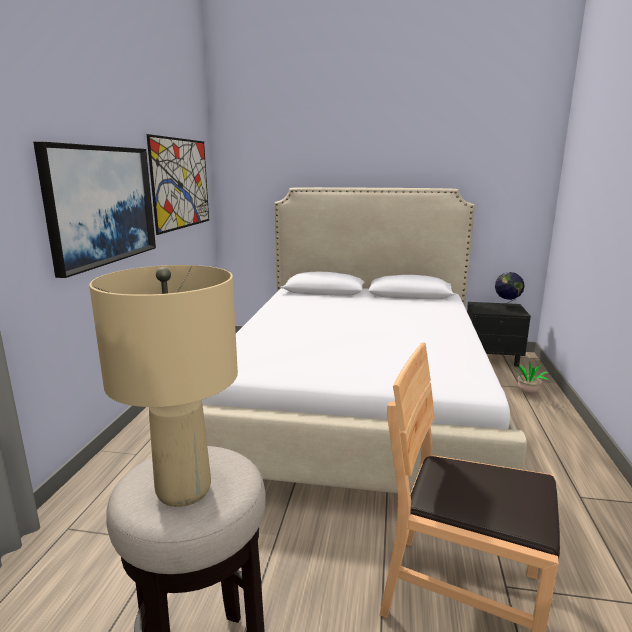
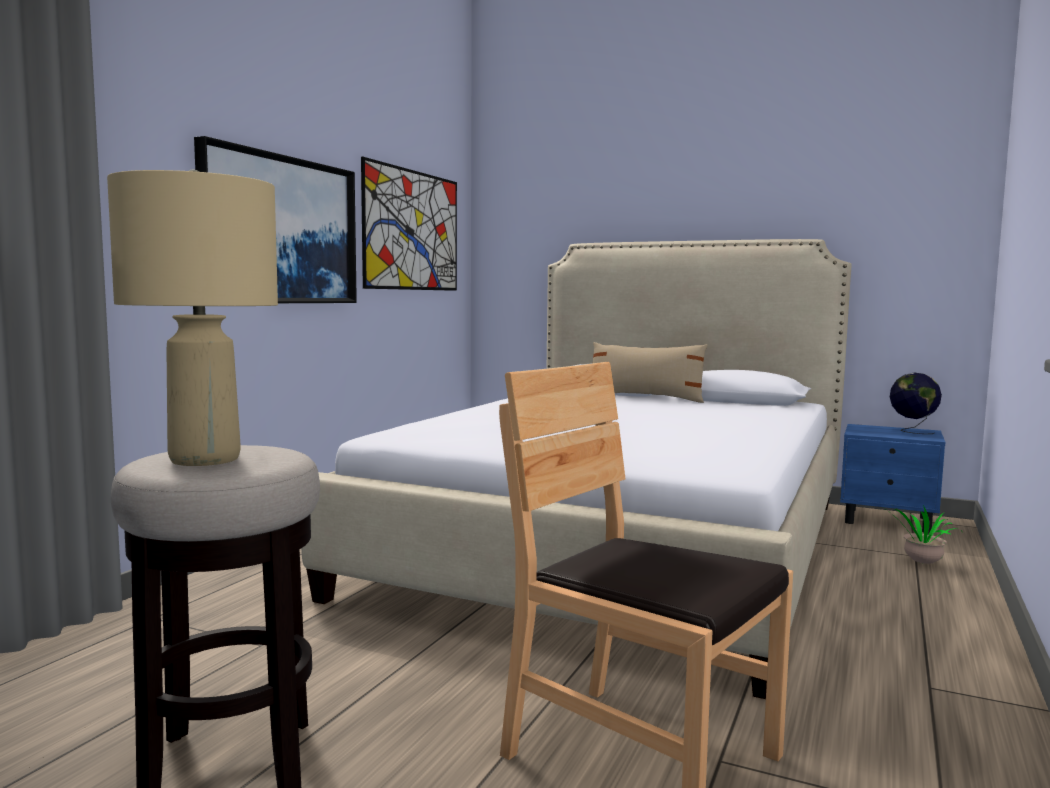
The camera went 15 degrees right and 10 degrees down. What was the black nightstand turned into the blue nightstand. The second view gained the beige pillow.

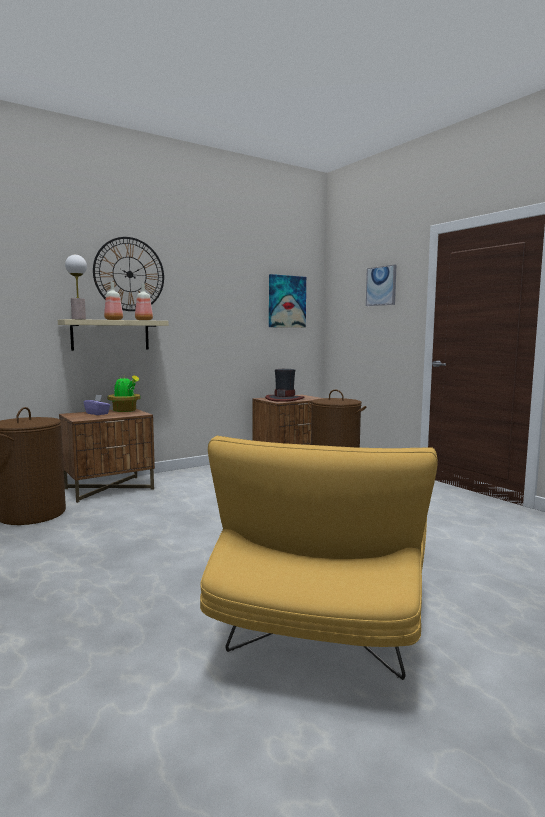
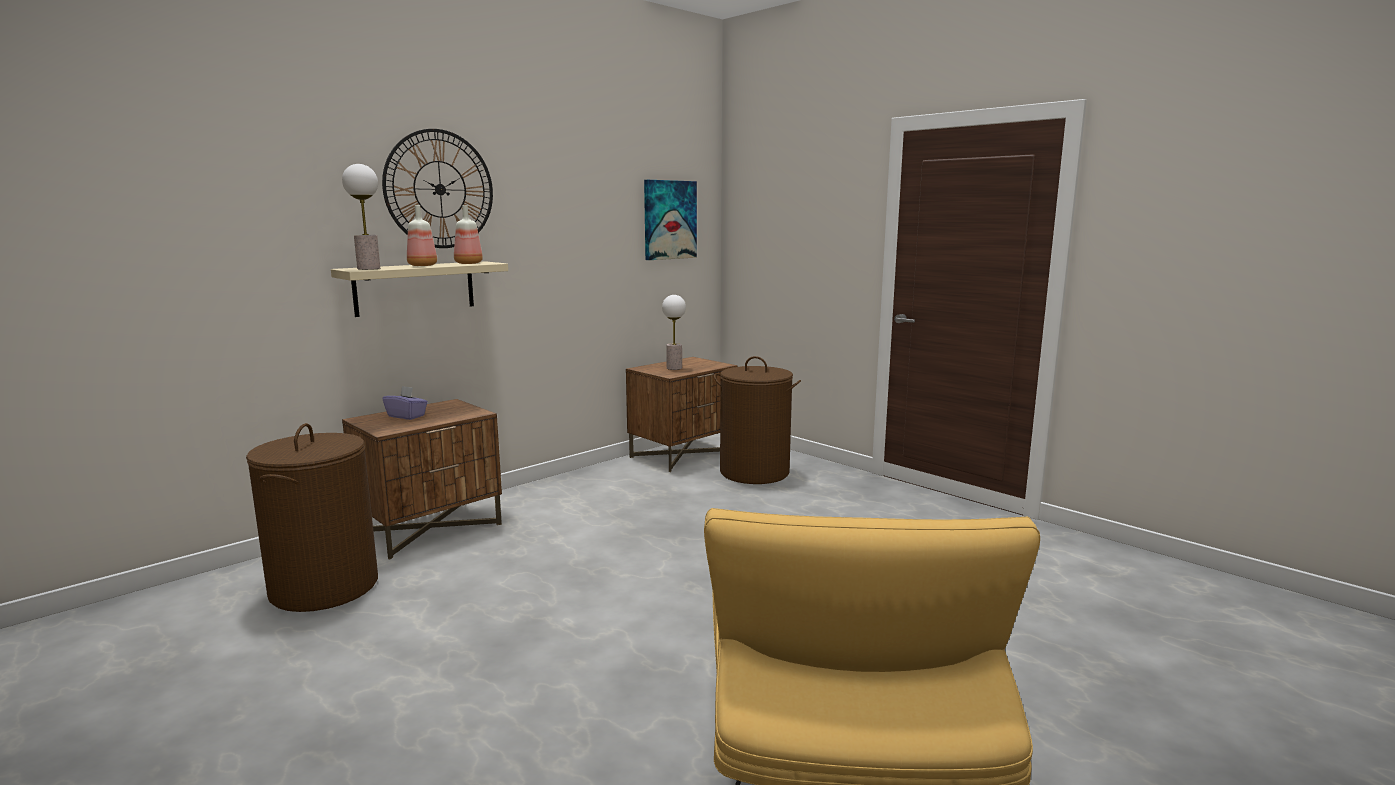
The camera went 10 degrees left and 5 degrees up. The second view lost the picture (no. 2 from left). Where the hat stood, the table lamp (no. 2 from left) came to stand. The second view lost the potted plant.

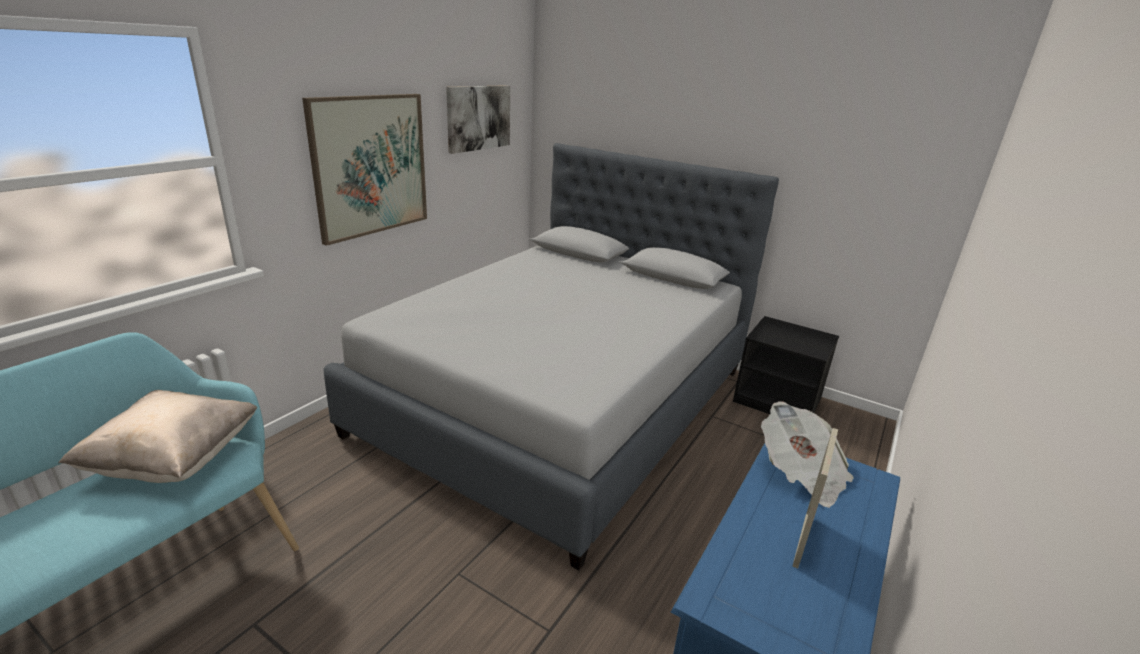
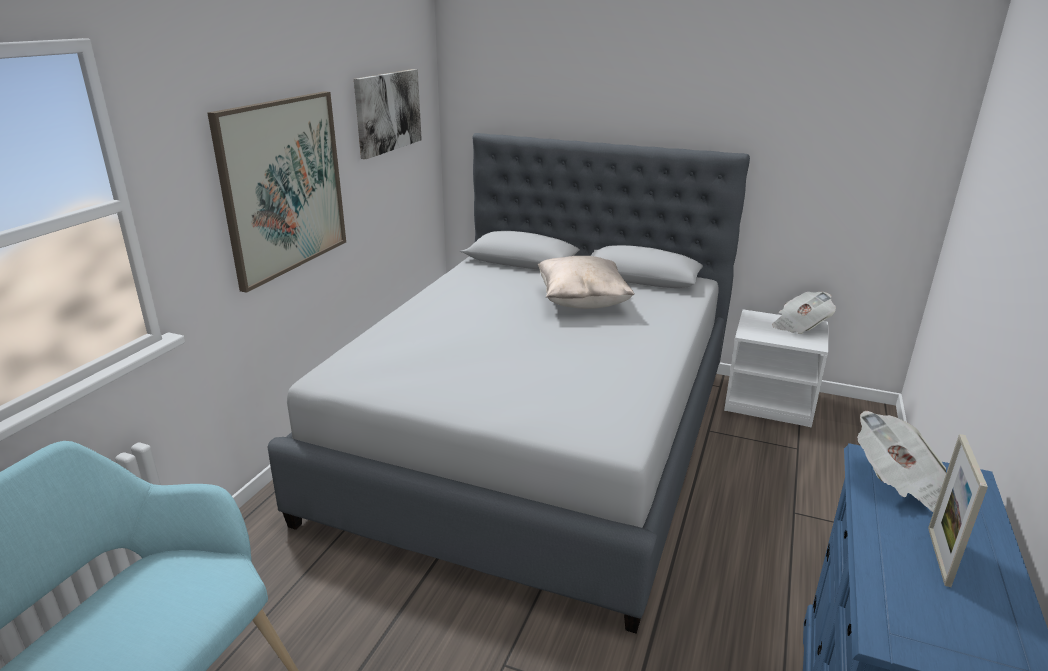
The camera went 10 degrees left and 0 degrees up. What was the black nightstand turned into the white nightstand. The beige pillow ended up elsewhere. The second view gained the newspaper (no. 1 from left).

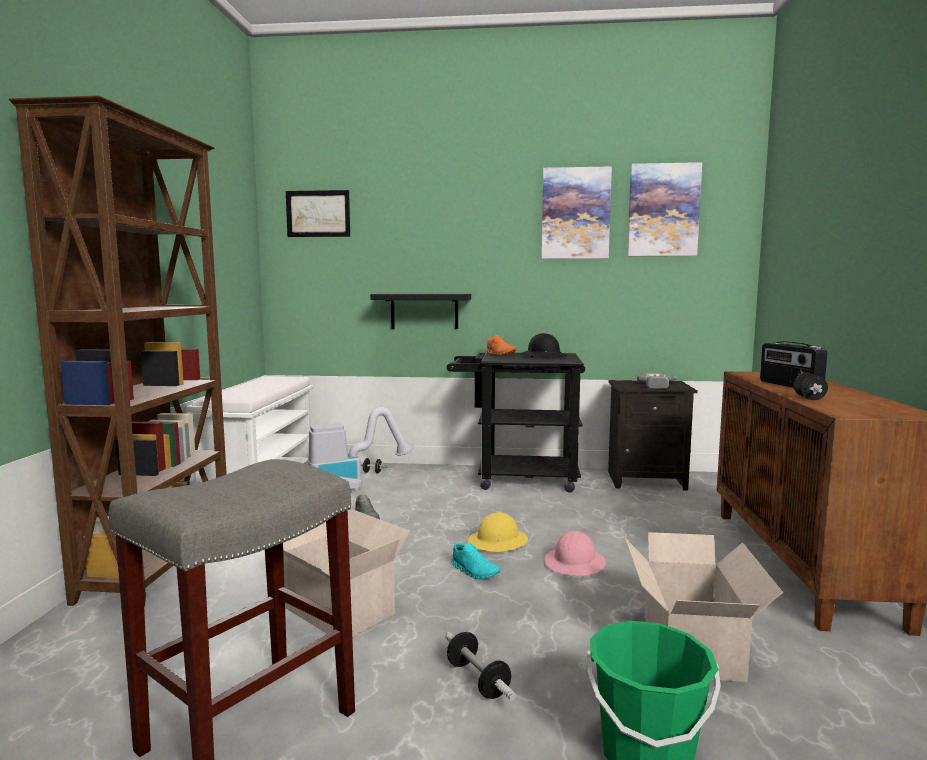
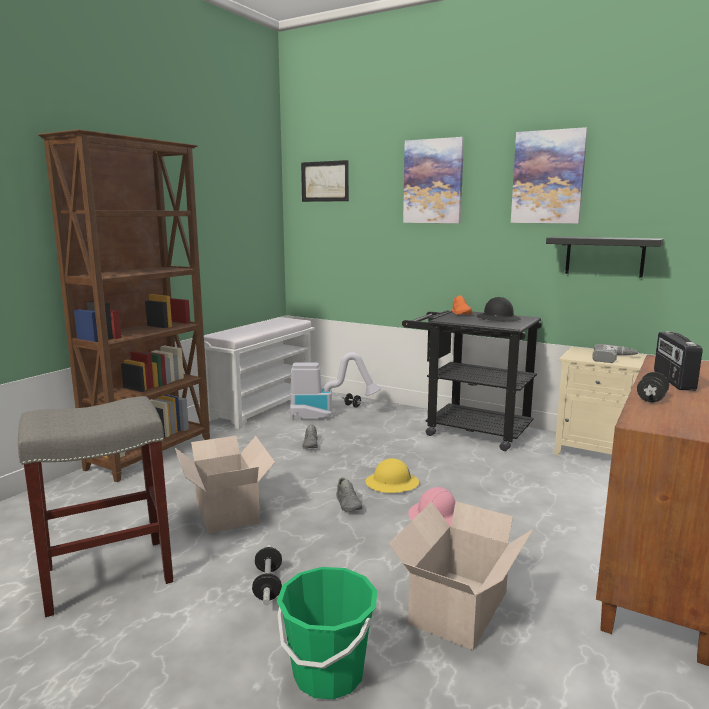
The camera went 25 degrees right and 5 degrees up. The picture (no. 3 from left in the first image) ended up elsewhere. The black shelf ended up elsewhere. What was the black nightstand turned into the beige nightstand. What was the turquoise shoe turned into the grey shoe (no. 2 from left).

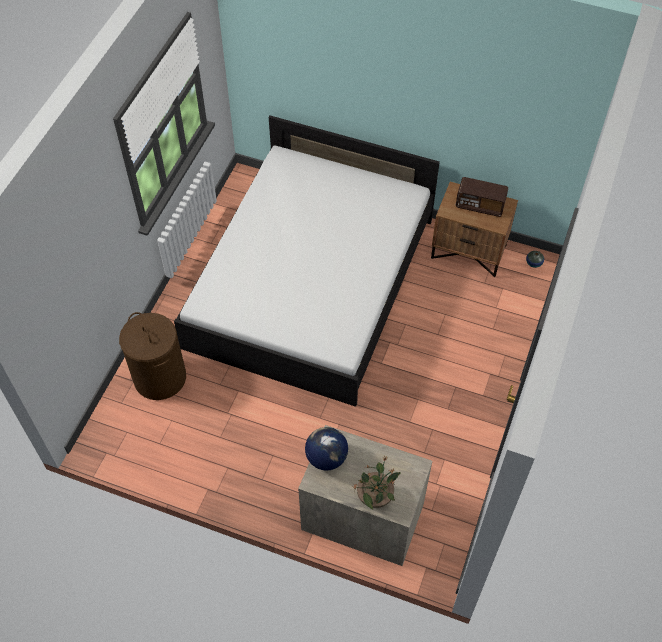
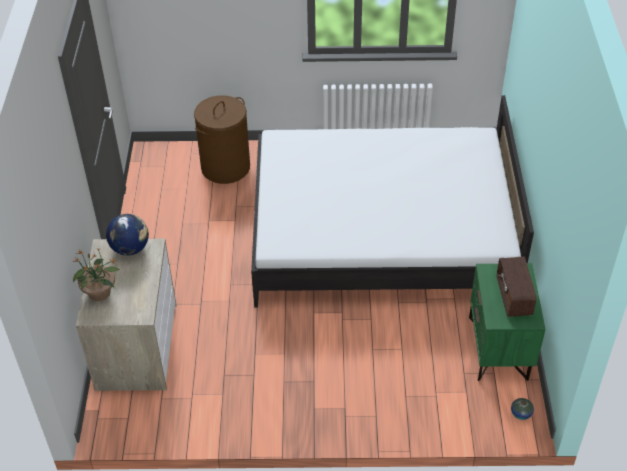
The camera went 70 degrees right and 10 degrees down. What was the brown nightstand turned into the green nightstand.

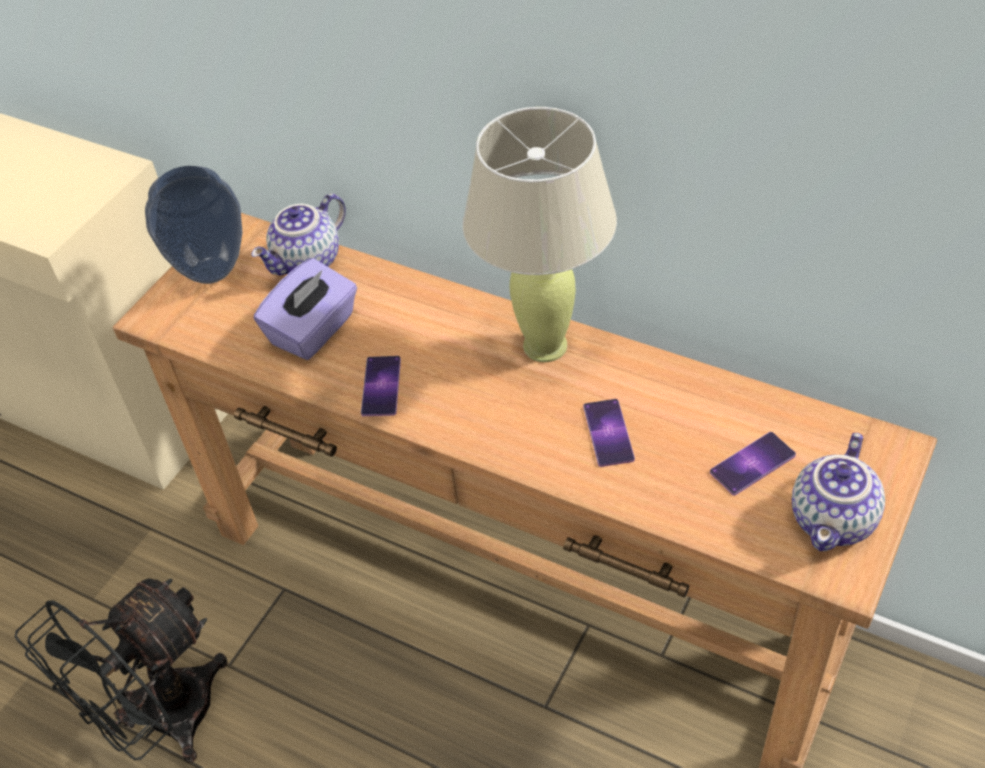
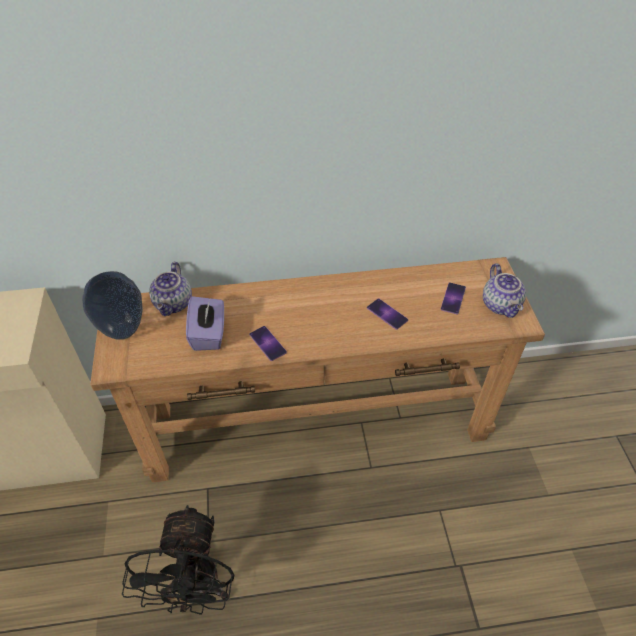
The camera went 40 degrees left and 0 degrees up. The second view lost the beige table lamp.

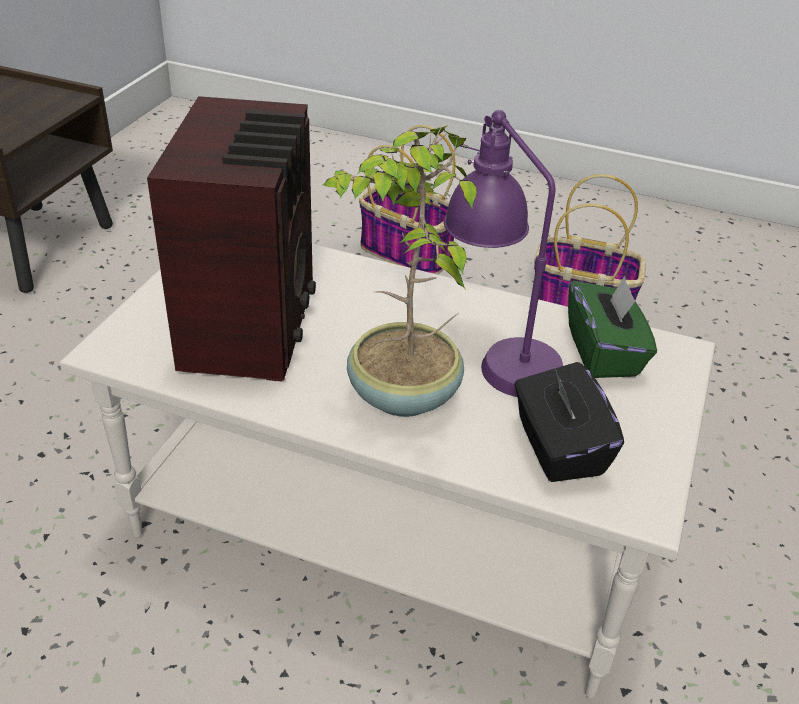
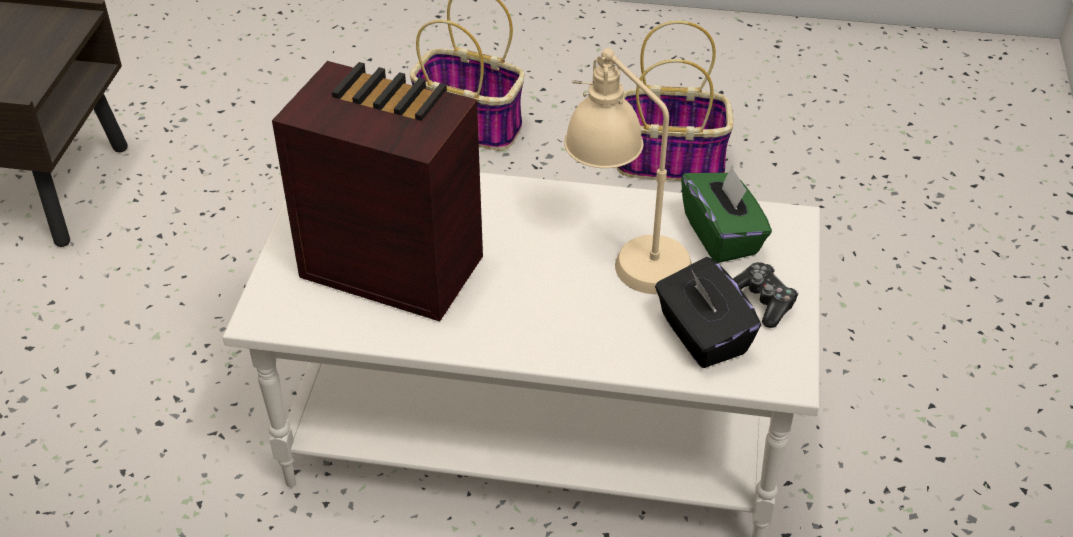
The camera went 10 degrees left and 5 degrees up. The radio ended up facing another way, 60 degrees counterclockwise from before. What was the purple table lamp turned into the beige table lamp. The second view lost the potted plant. The second view gained the game controller.

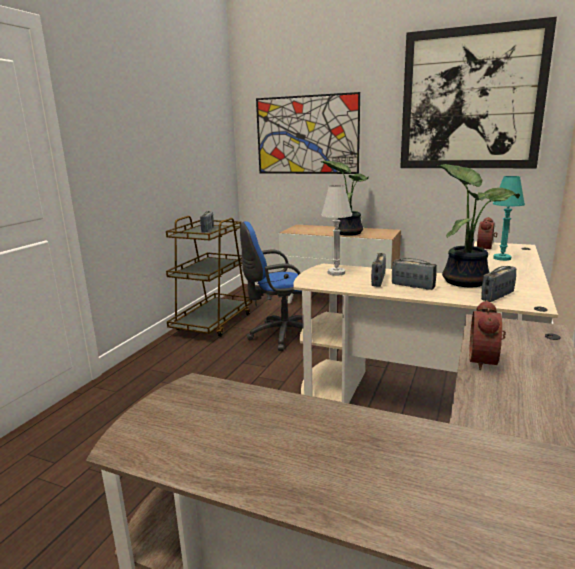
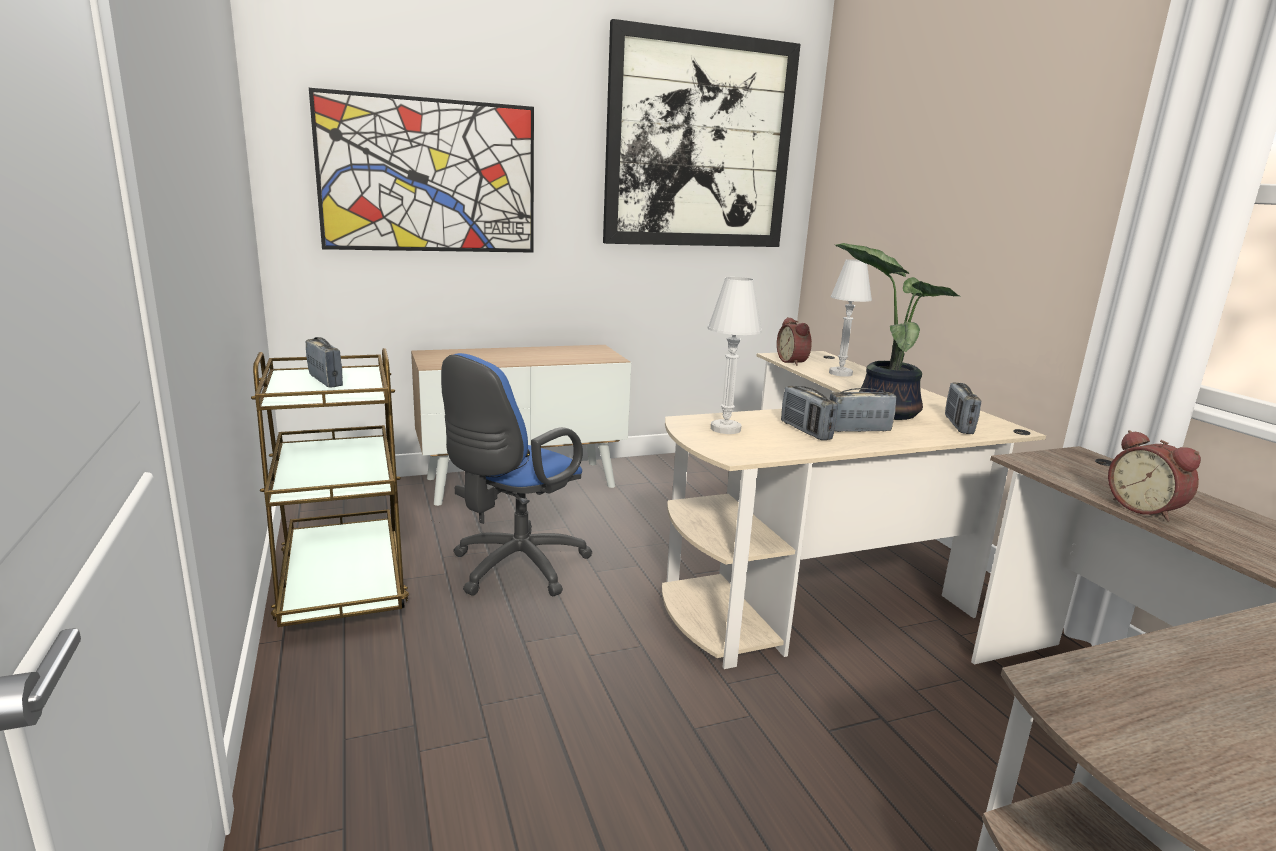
The camera went 45 degrees left and 0 degrees up. The second view lost the potted plant (no. 1 from left). What was the turquoise table lamp turned into the white table lamp (no. 2 from left).

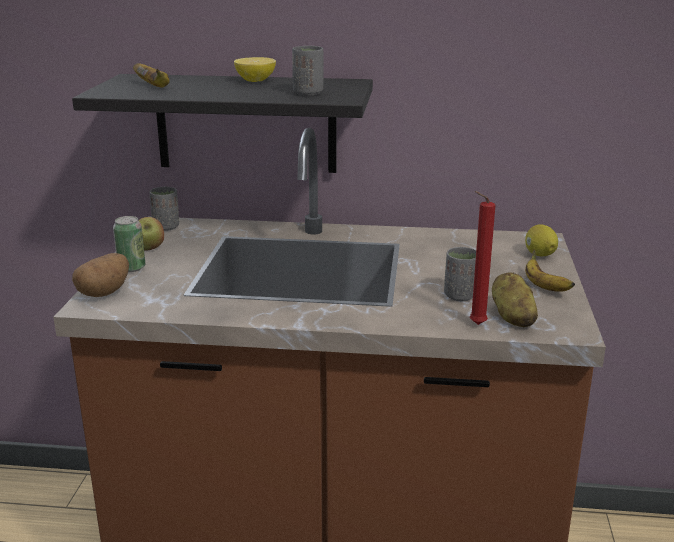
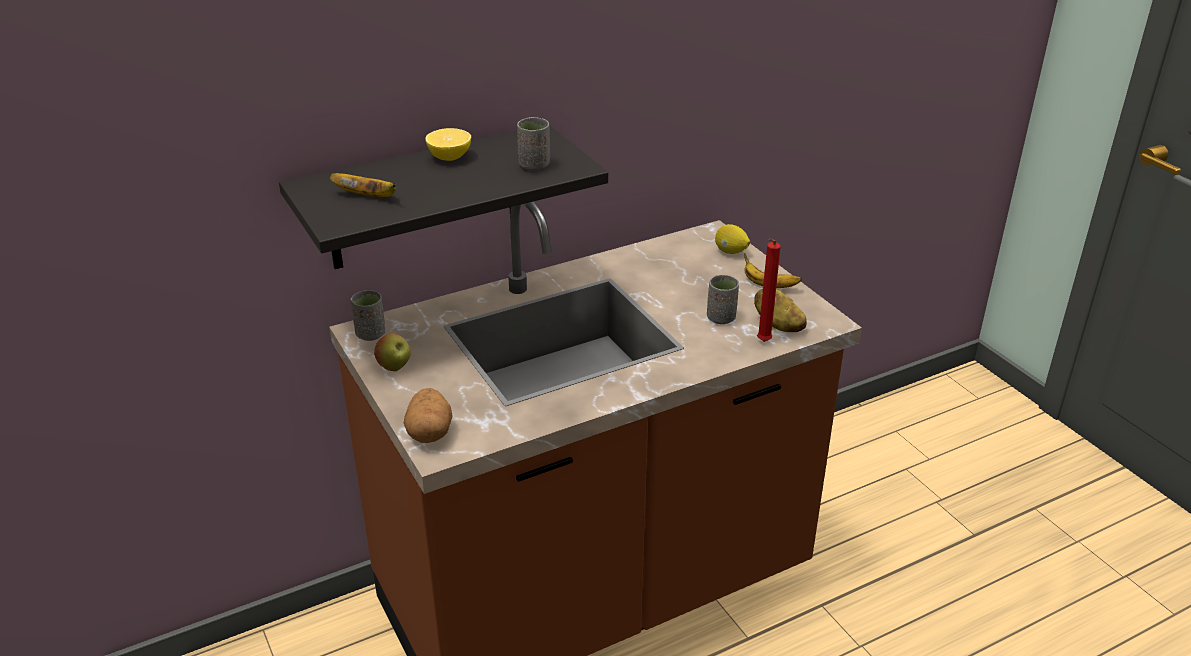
The camera went 35 degrees left and 10 degrees up. The second view lost the can.

